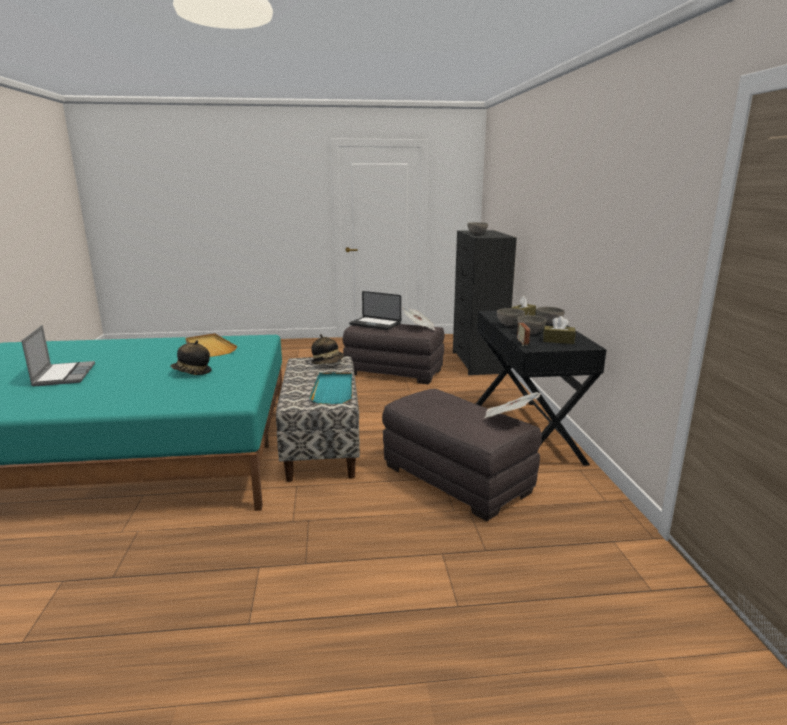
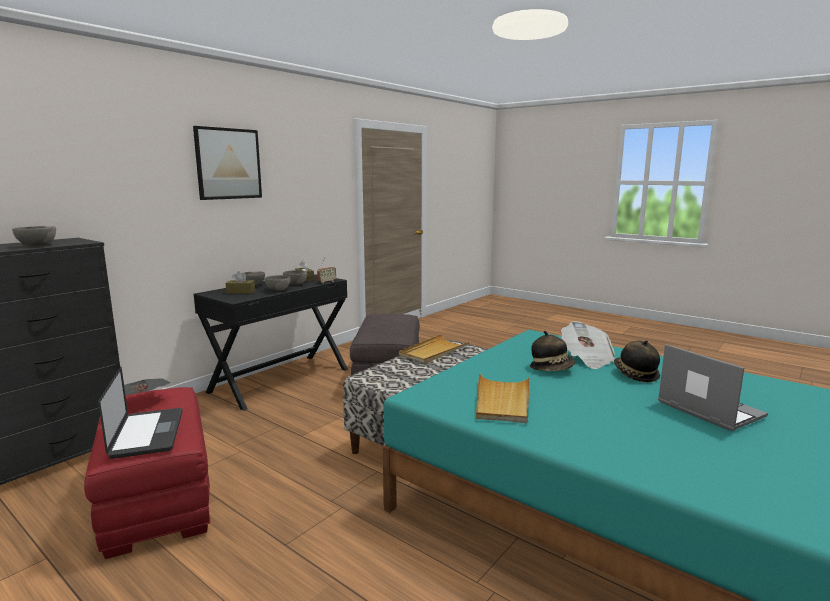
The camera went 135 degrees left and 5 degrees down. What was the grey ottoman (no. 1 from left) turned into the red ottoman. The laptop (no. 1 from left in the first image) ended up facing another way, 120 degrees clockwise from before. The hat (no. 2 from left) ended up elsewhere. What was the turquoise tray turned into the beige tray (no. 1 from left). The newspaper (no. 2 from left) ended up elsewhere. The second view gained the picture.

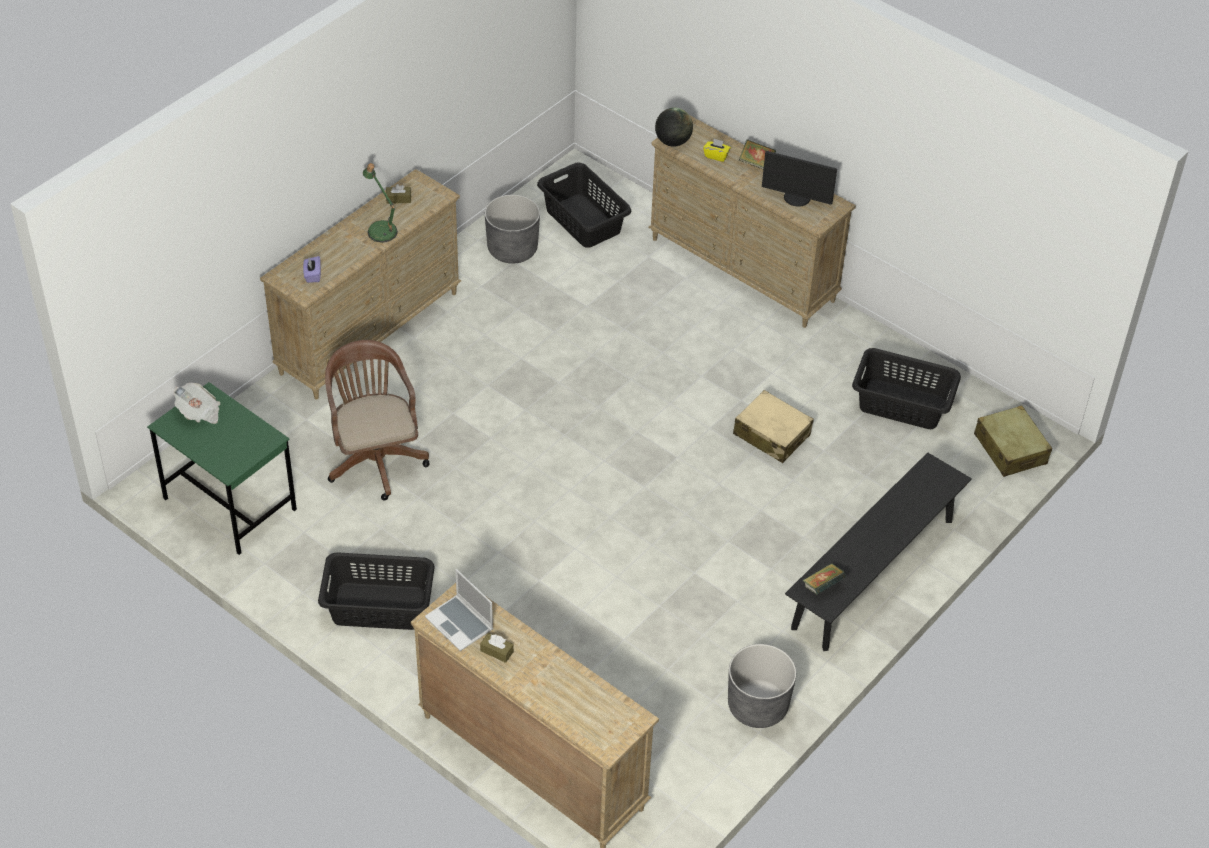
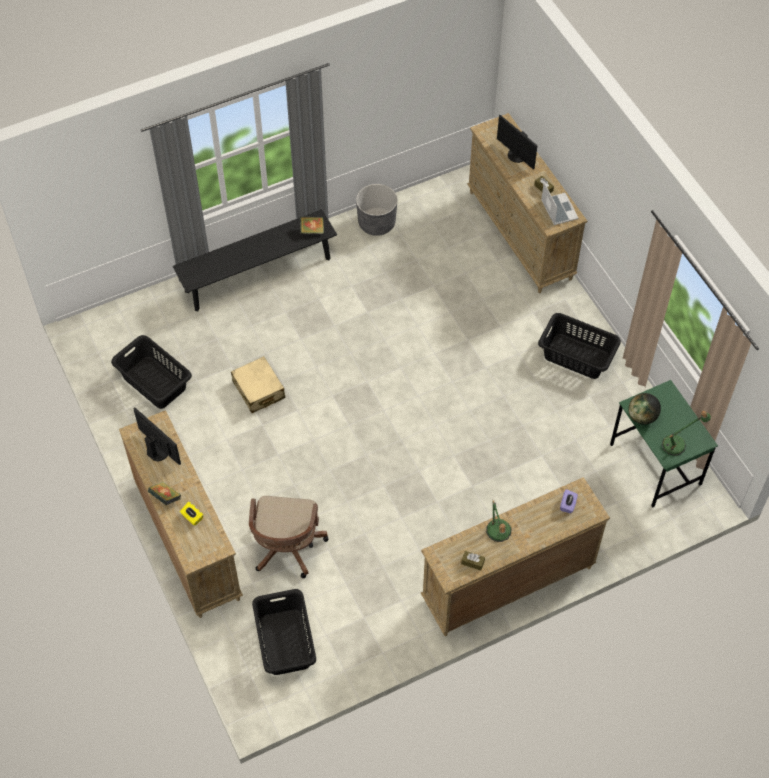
The camera went 155 degrees left and 10 degrees up. The globe ended up elsewhere. The second view lost the grey planter (no. 1 from left). The brown office chair ended up elsewhere. Where the newspaper stood, the table lamp (no. 2 from left) came to stand. The second view lost the beige suitcase (no. 2 from left). The second view gained the monitor (no. 2 from left).

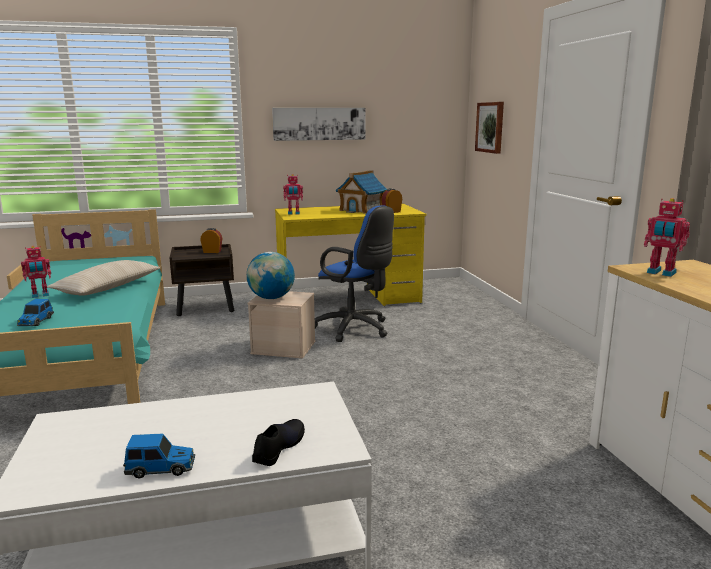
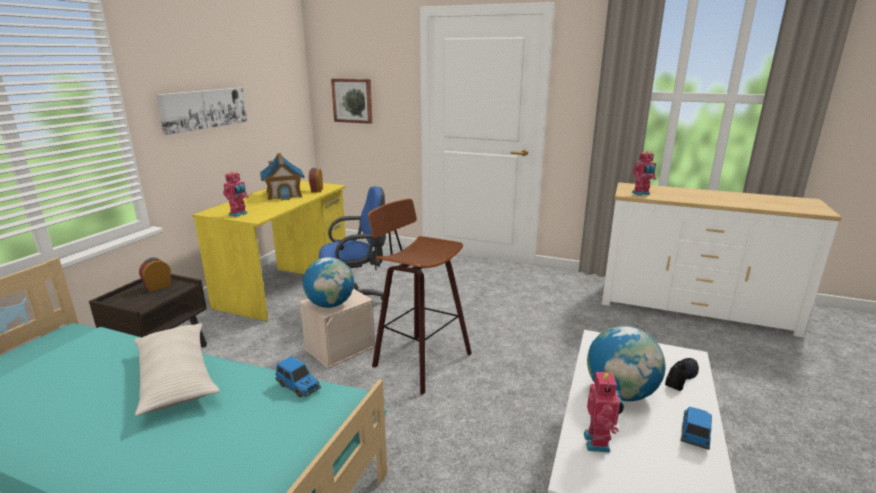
The camera went 55 degrees left and 5 degrees up. The toy robot (no. 1 from left in the first image) ended up elsewhere. The toy car (no. 1 from left) ended up elsewhere. The black shoe ended up facing another way, 75 degrees clockwise from before. The second view gained the stool. The second view gained the globe (no. 2 from left).

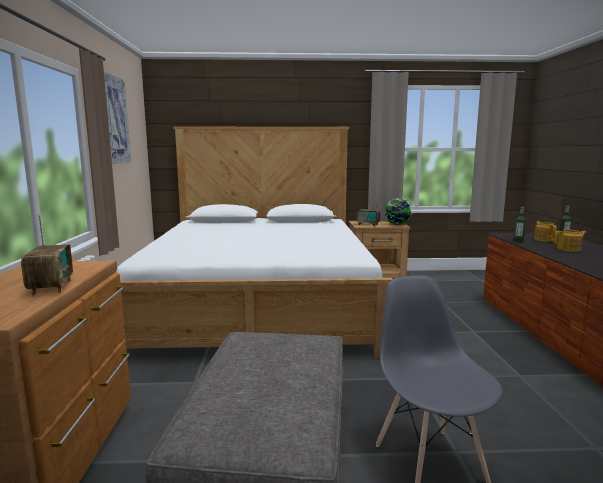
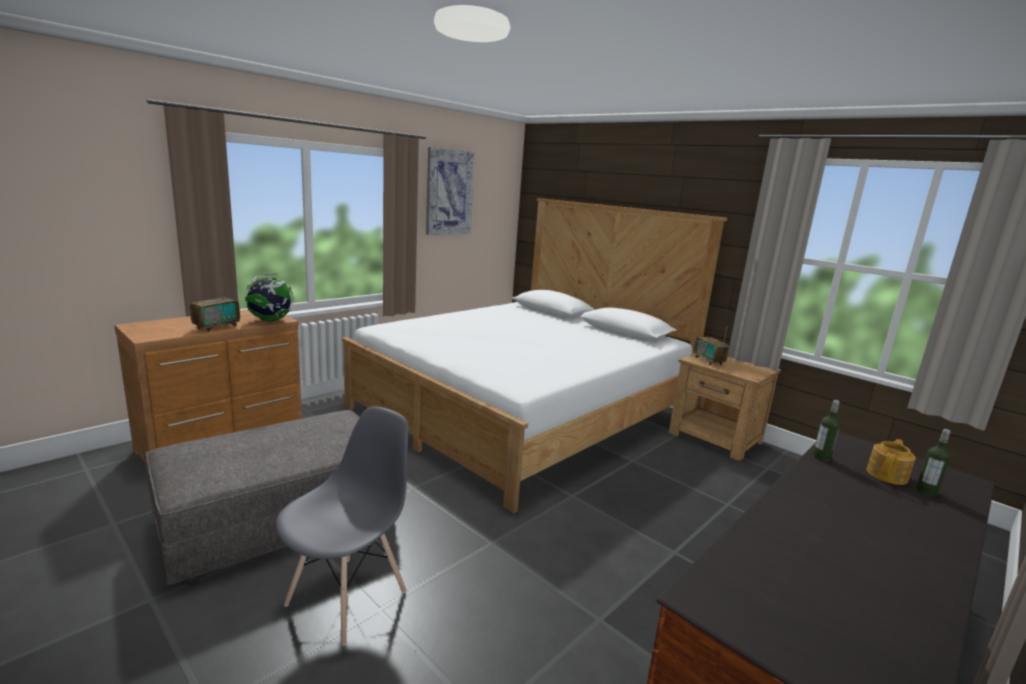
The camera went 45 degrees right and 5 degrees up. The globe ended up elsewhere. The second view lost the teapot (no. 2 from left).

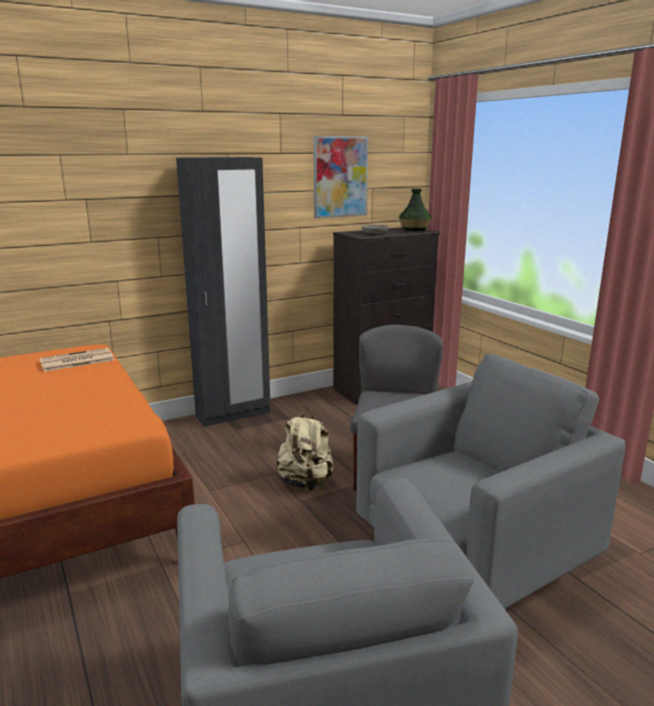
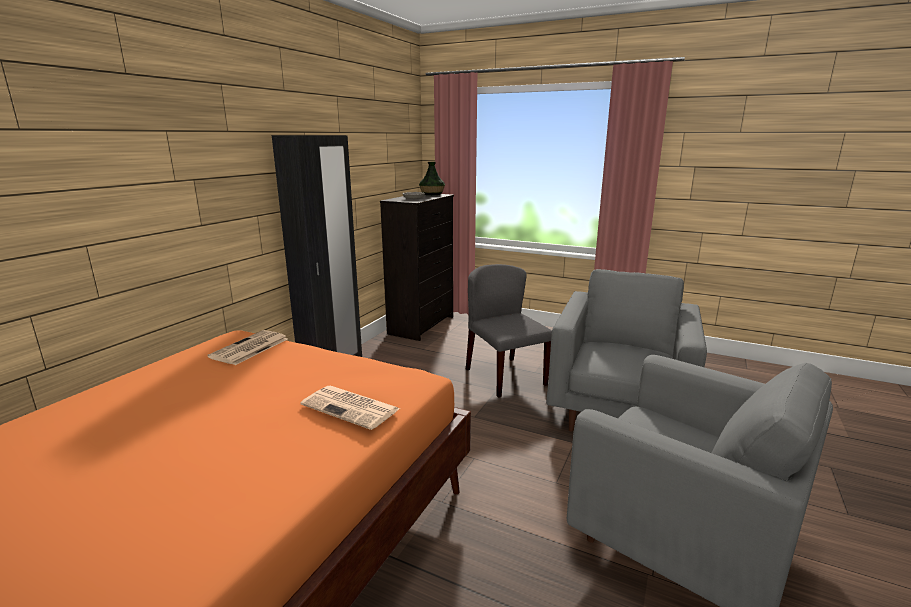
The camera went 35 degrees left and 0 degrees up. The second view lost the picture. The second view lost the beige backpack. The second view gained the newspaper (no. 2 from left).

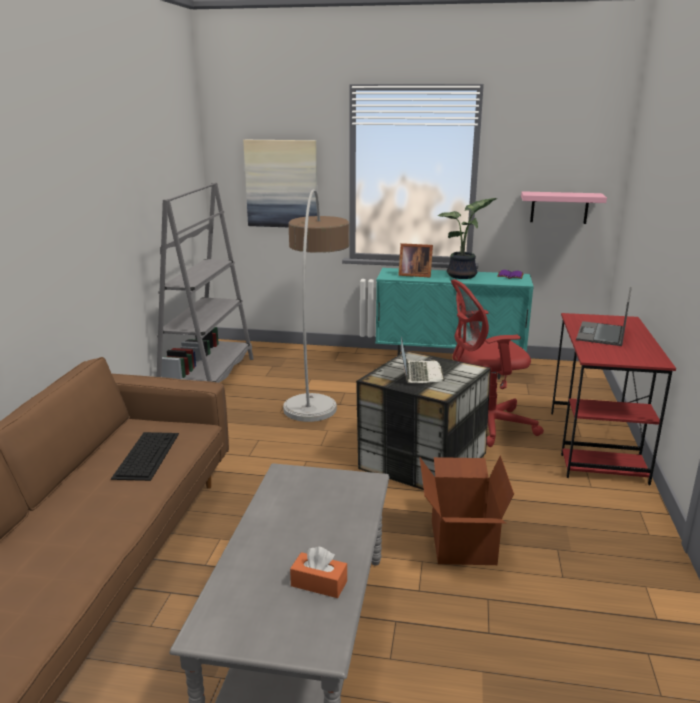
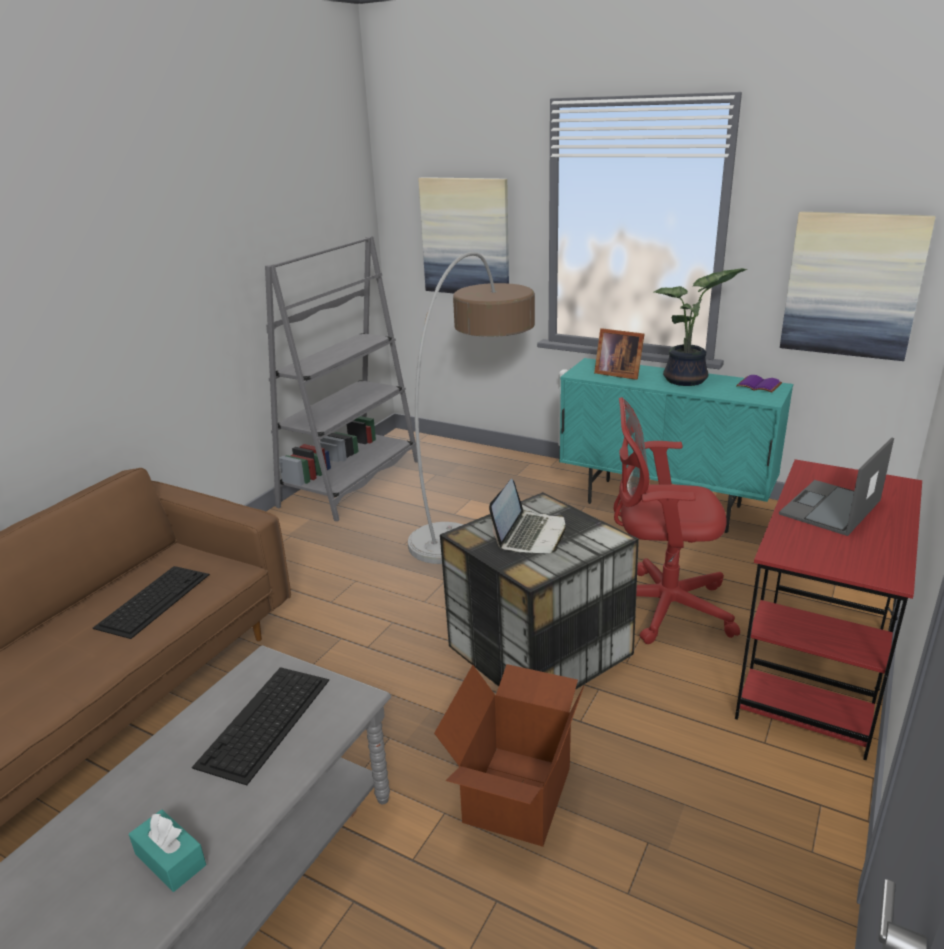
The camera went 20 degrees right and 5 degrees up. Where the pink shelf hung, the picture (no. 2 from left) came to hang. What was the orange tissue box turned into the turquoise tissue box. The second view gained the keyboard (no. 2 from left).

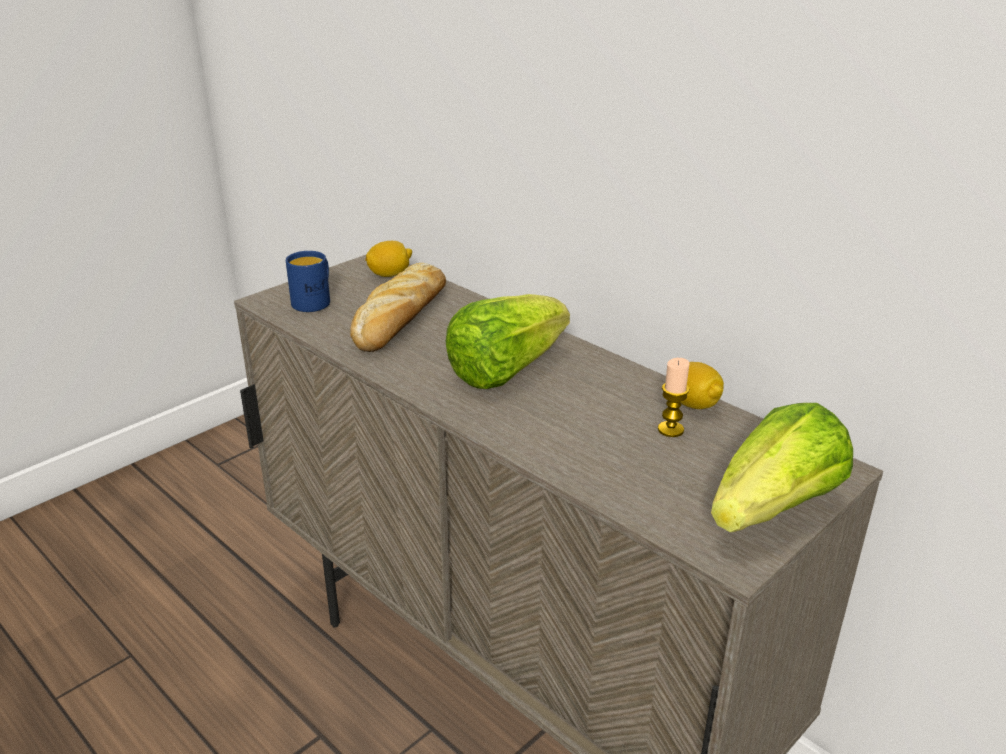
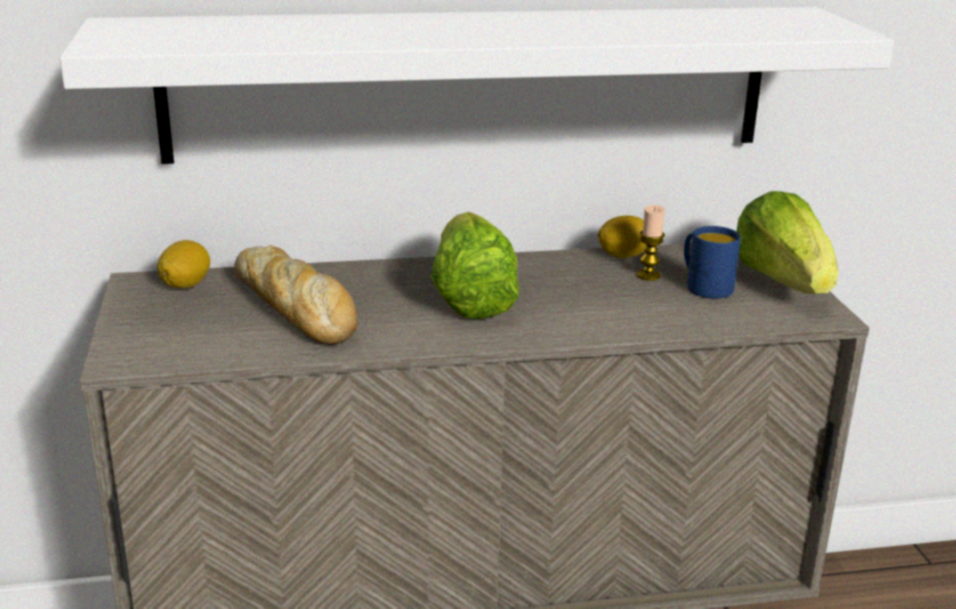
The camera went 55 degrees left and 5 degrees down. The blue mug ended up elsewhere. The second view gained the white shelf.

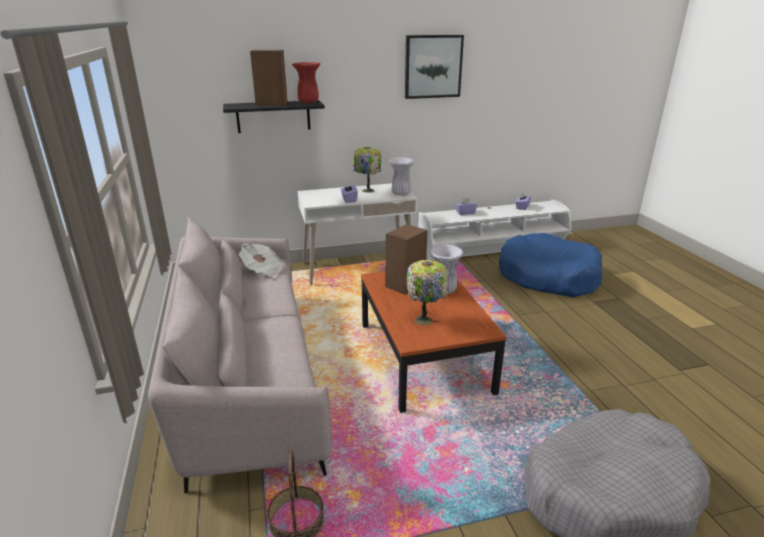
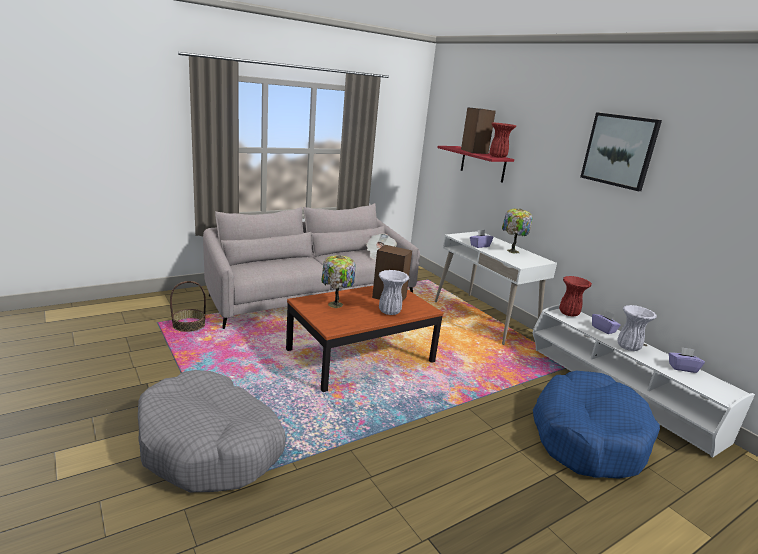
The camera went 70 degrees right and 5 degrees down. What was the black shelf turned into the red shelf. The white vase (no. 1 from left in the first image) ended up elsewhere. The second view gained the red vase (no. 2 from left).

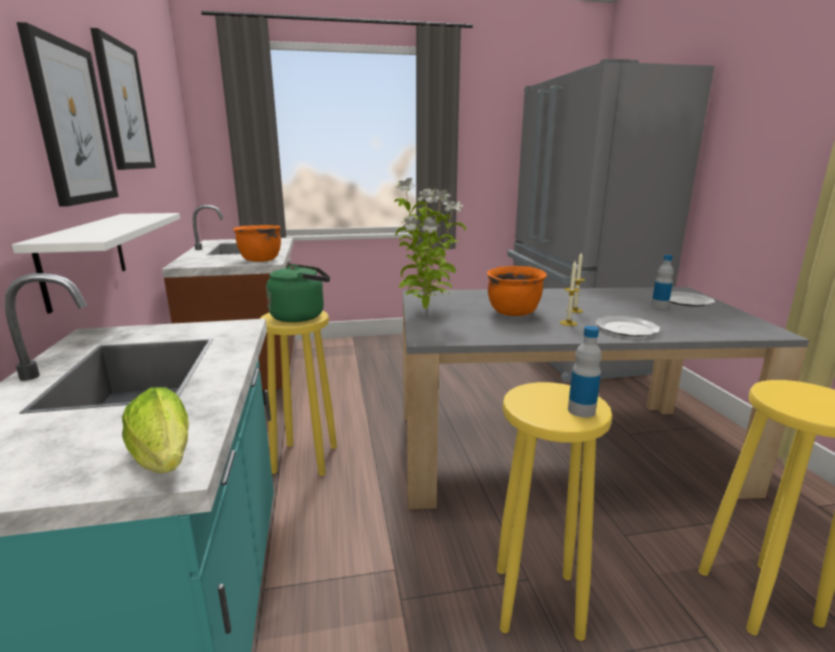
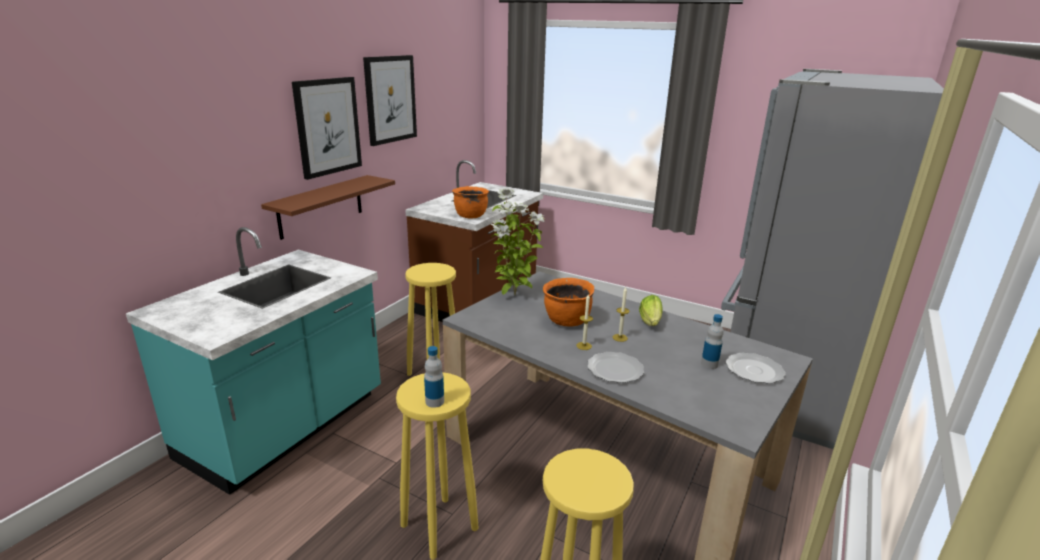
The camera went 40 degrees right and 5 degrees up. What was the white shelf turned into the brown shelf. The second view lost the green kettle. The lettuce ended up elsewhere.

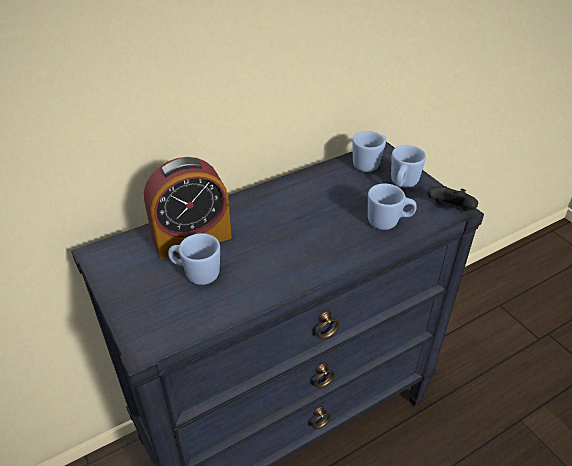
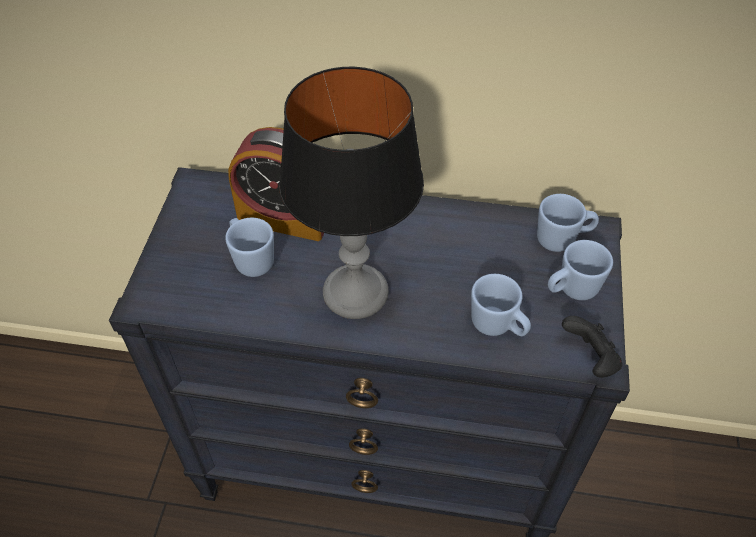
The camera went 40 degrees right and 10 degrees up. The second view gained the table lamp.

